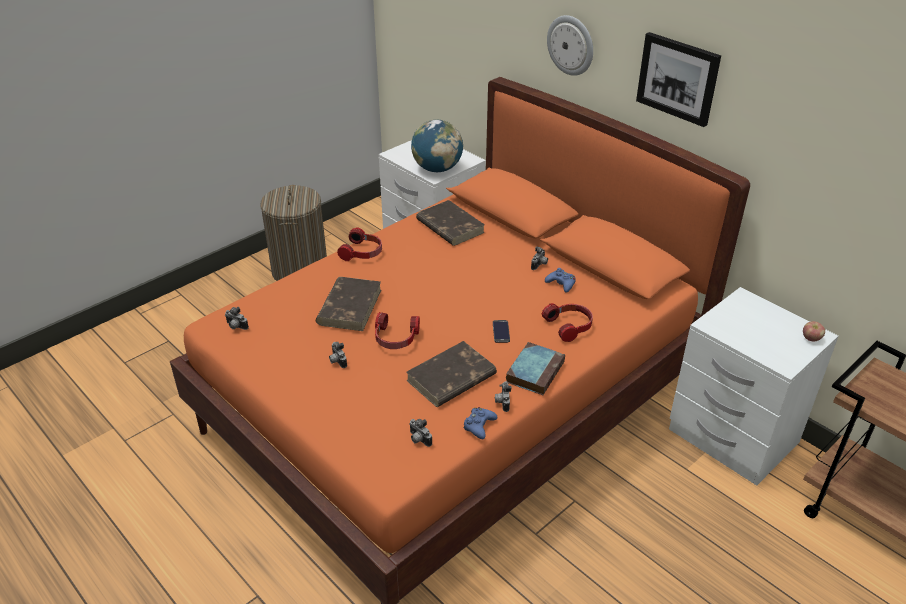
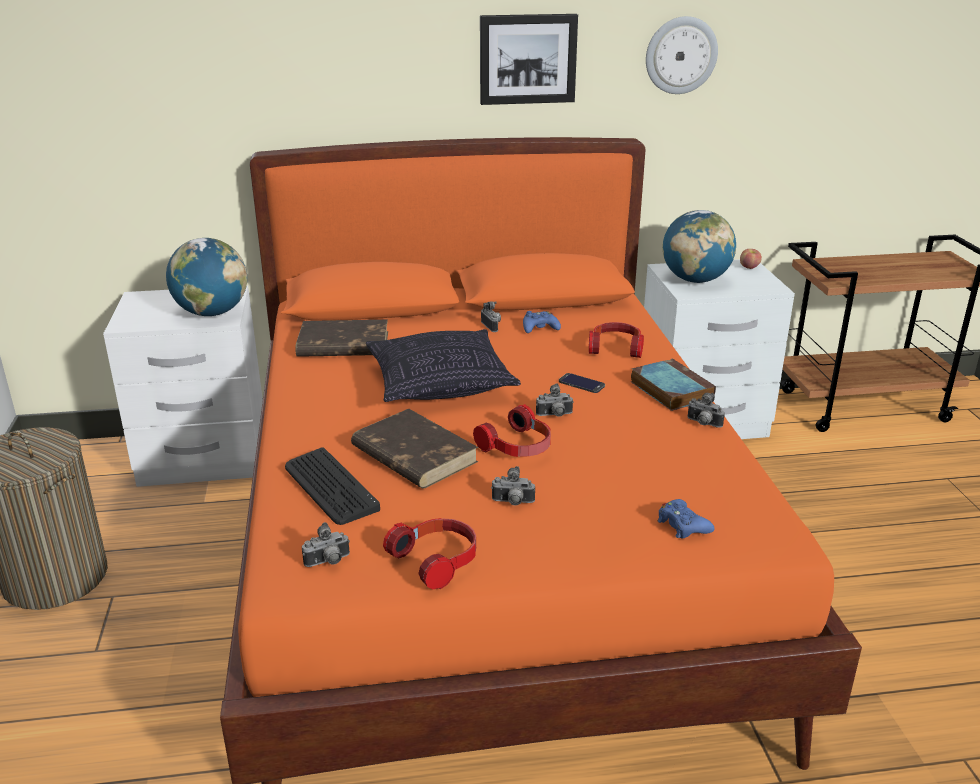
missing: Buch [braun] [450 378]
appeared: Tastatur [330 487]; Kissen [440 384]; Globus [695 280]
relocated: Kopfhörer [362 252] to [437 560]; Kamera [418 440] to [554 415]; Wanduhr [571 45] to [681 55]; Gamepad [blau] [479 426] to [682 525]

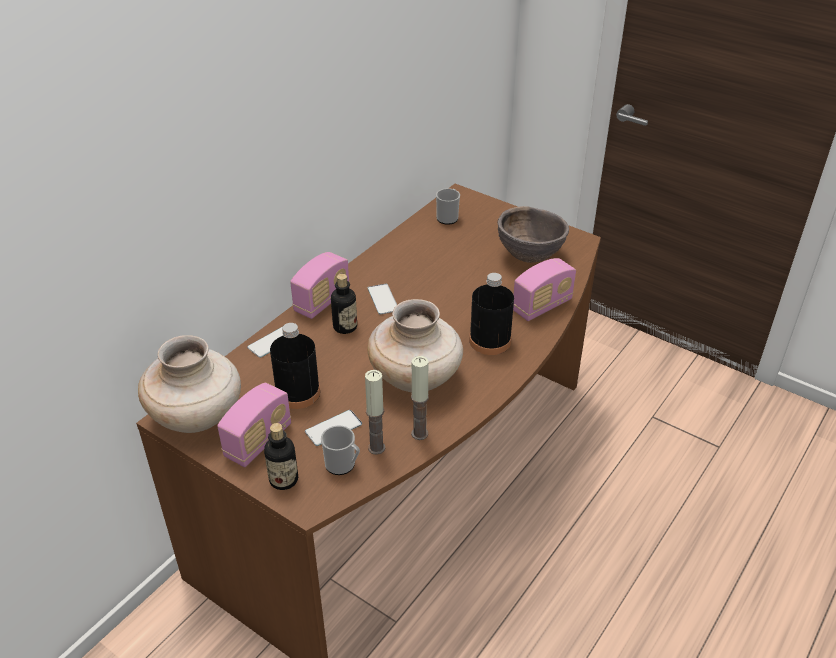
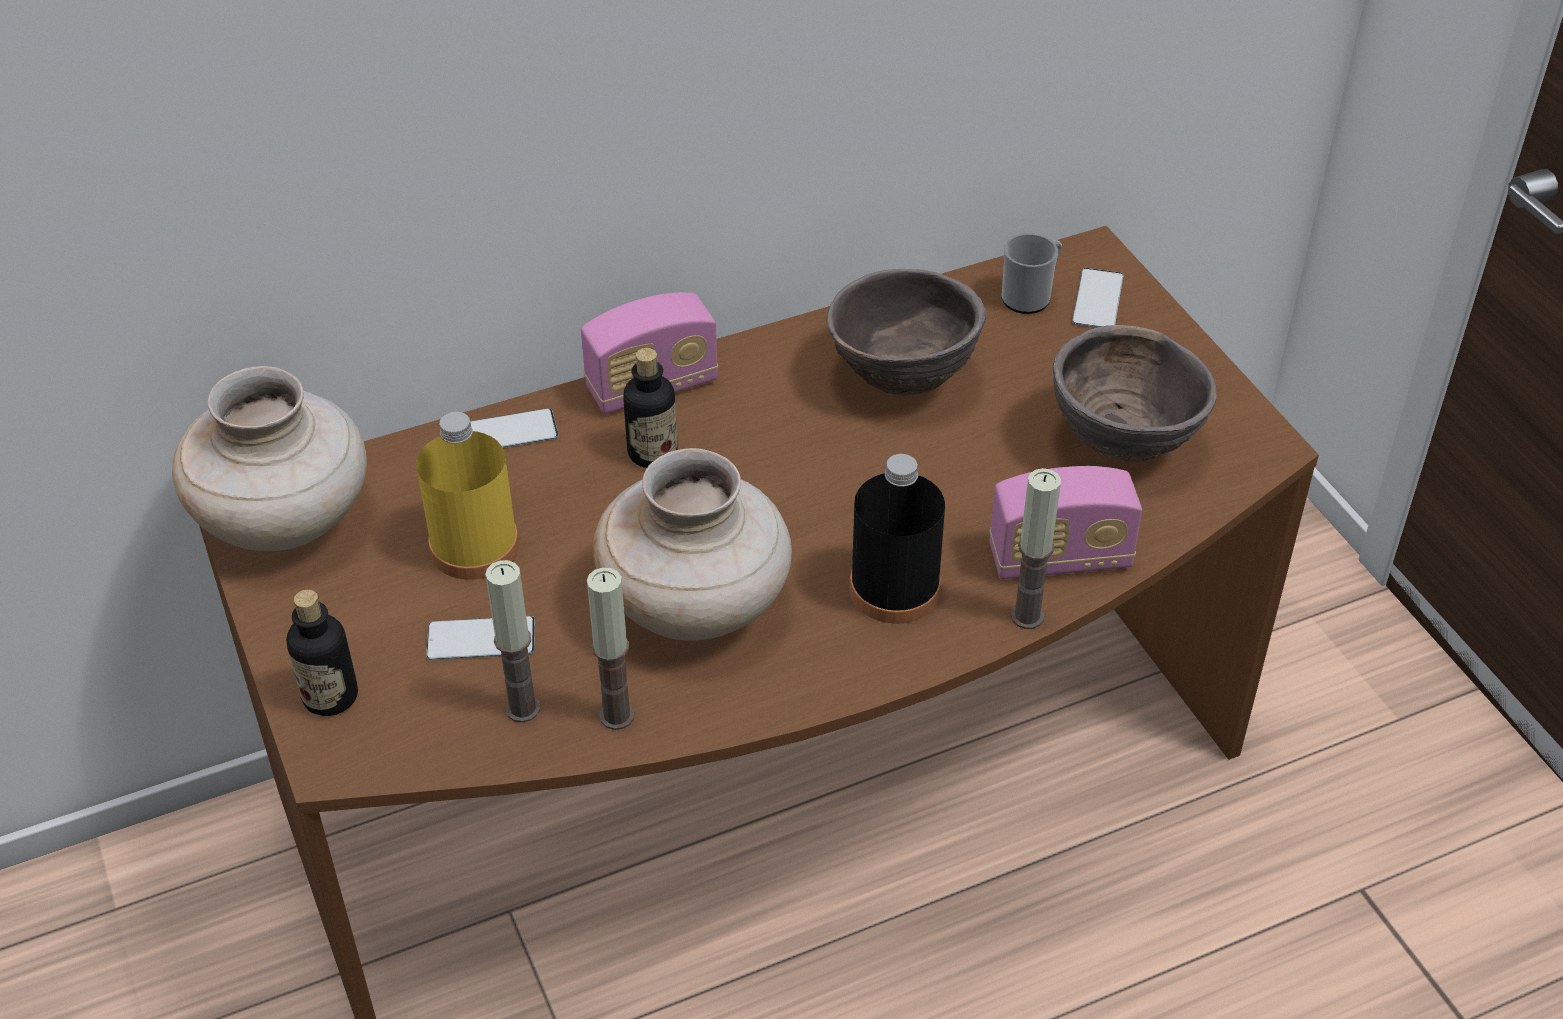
missing: Radio [258 441]; Henkelbecher [343 465]
appeared: Schüssel [braun] [902 380]; Kerze [1027 616]
relocated: Handy [383 299] to [1097 299]
colour: Flasche [schwarz] [297 393] to Flasche [gelb] [474 547]

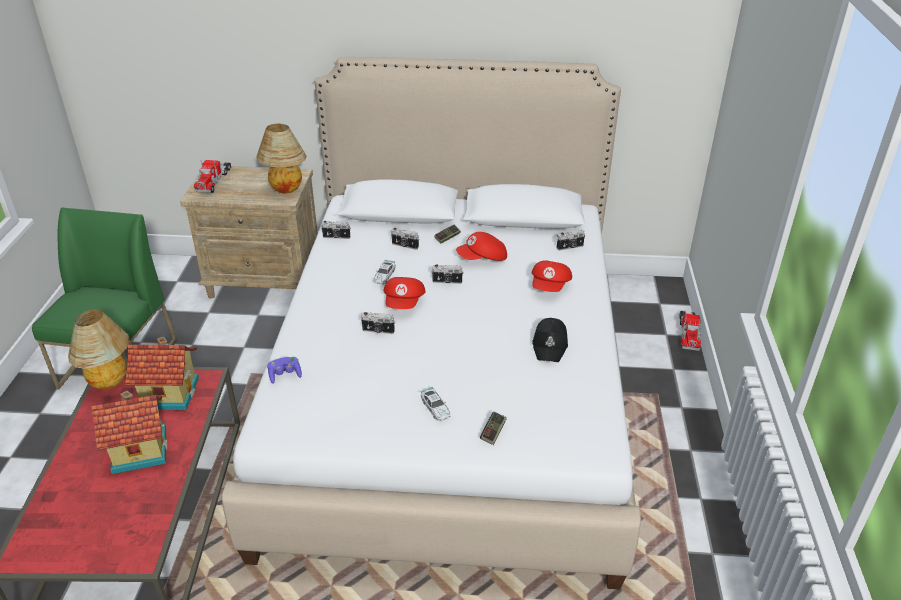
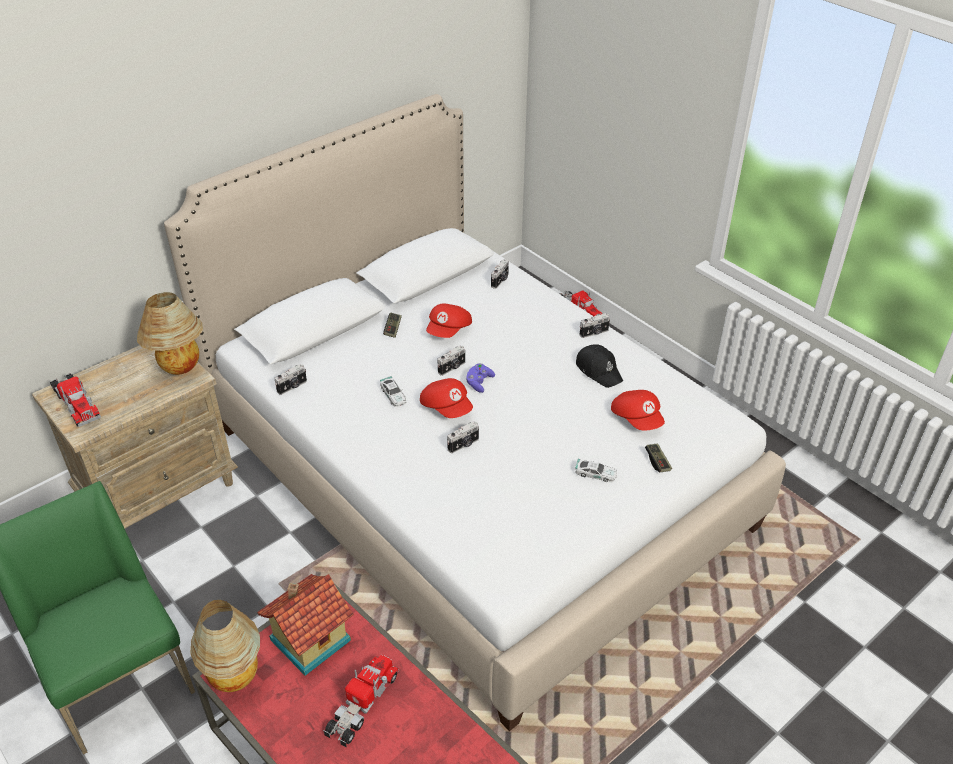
relocated: Gamepad [lila] [285 375] to [479 382]; Kamera [405 246] to [594 333]; Kappe [rot] [550 286] to [637 419]
exchanged: Spielzeughaus [139 449] to Spielzeuglaster [362 704]

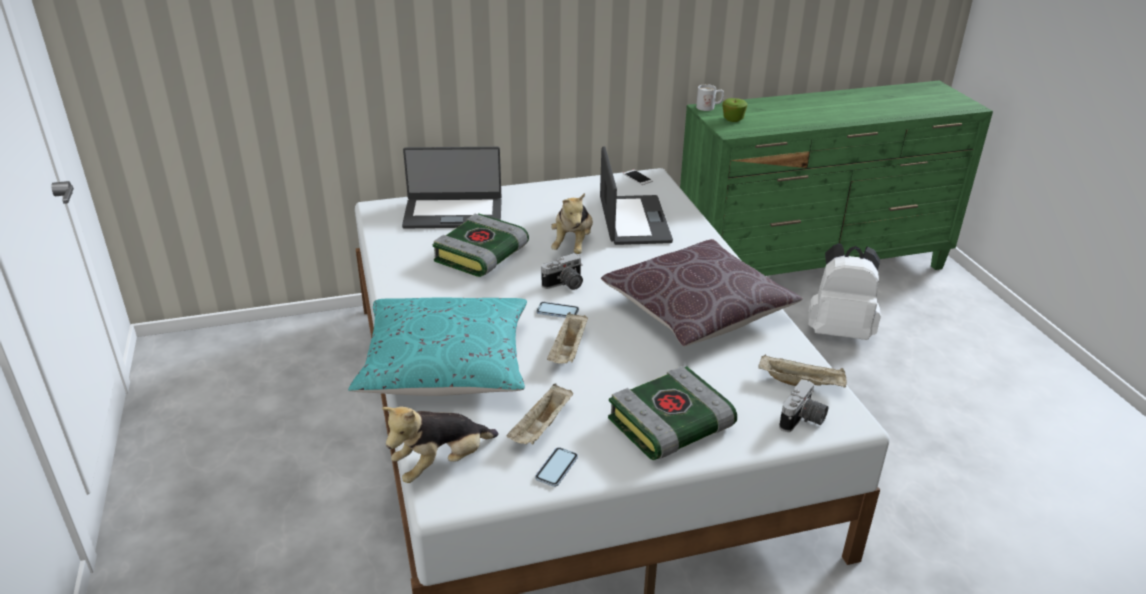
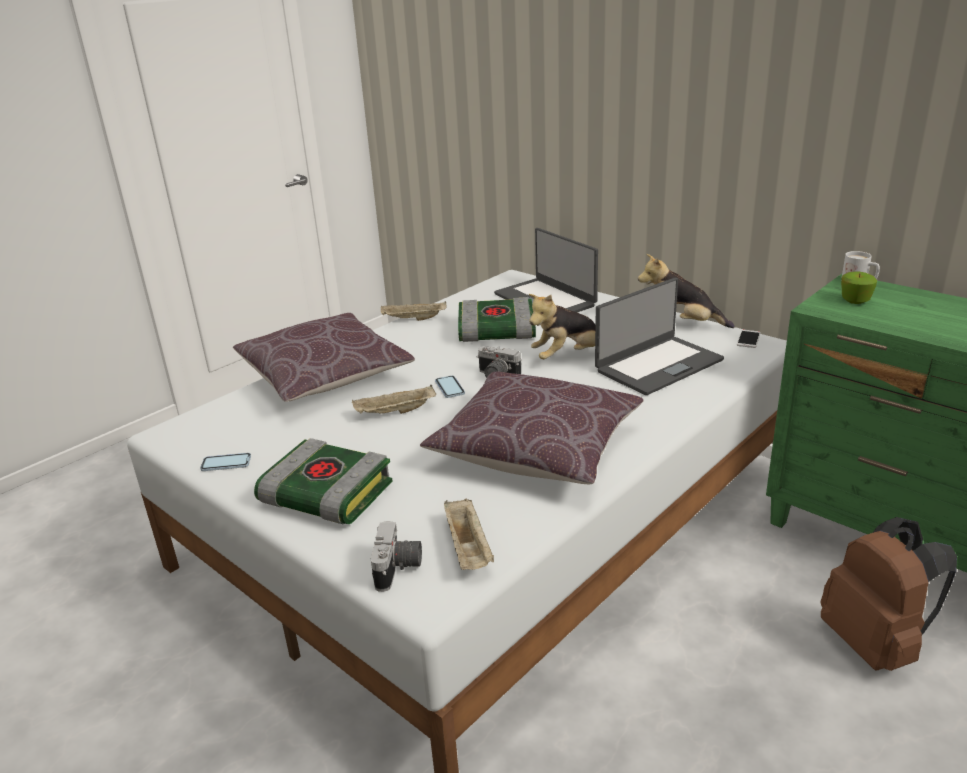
relocated: Tablett [beige] [541 428] to [413 319]; Plüschtier [442 464] to [681 324]
colour: Kissen [türkis] [445 365] to Kissen [braun] [324 376]; Rucksack [weiß] [839 331] to Rucksack [braun] [875 644]
spun: Kamera [803 420] = [398 569] 90 degrees counterclockwise

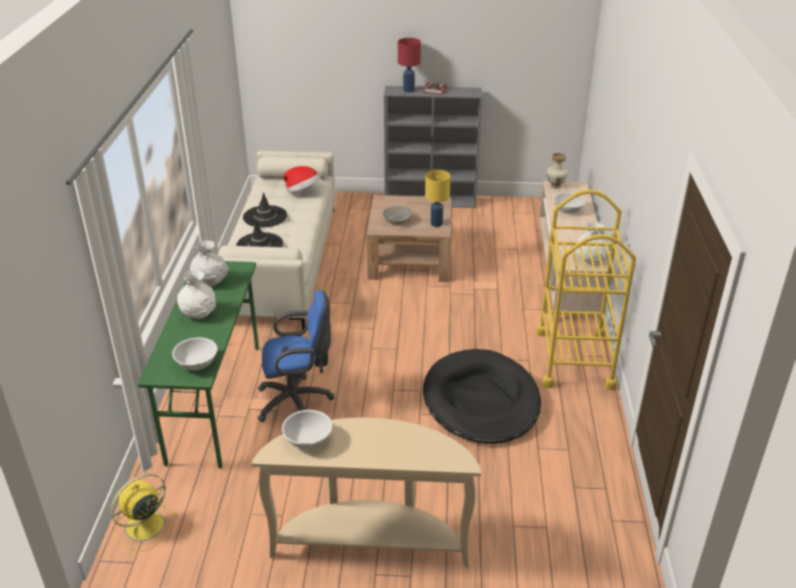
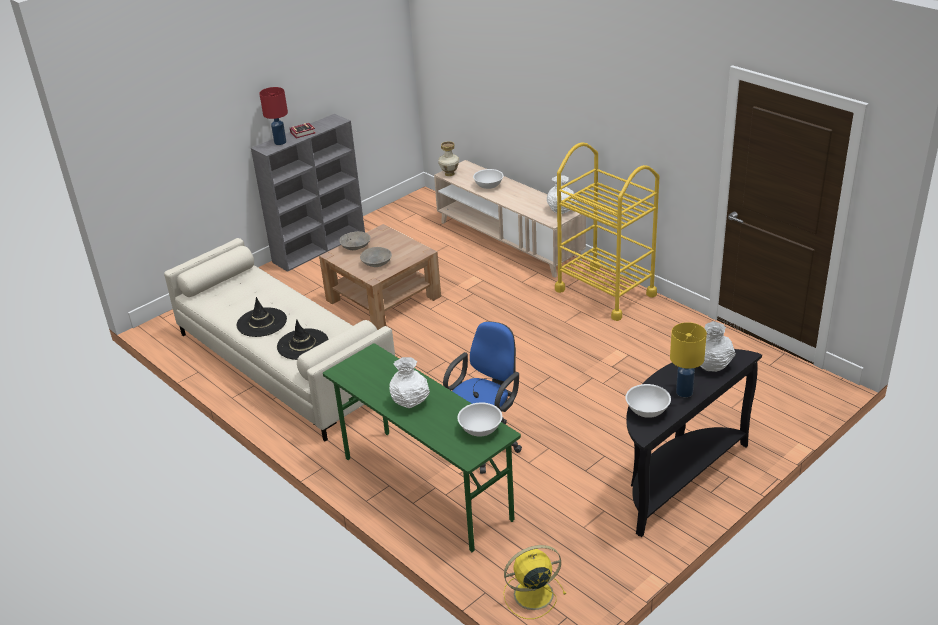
missing: Hut [303 192]; Hundebett [schwarz] [481 401]
appeared: Schüssel [grau] [356 246]
relocated: Tischlampe [gelb] [436 223] to [684 392]; Vase [weiß] [211 282] to [713 365]
colour: Konsolentisch [beige] [370 540] to Konsolentisch [schwarz] [677 478]
spun: Ventilator [gelb] [143 527] = [531 595] 75 degrees clockwise

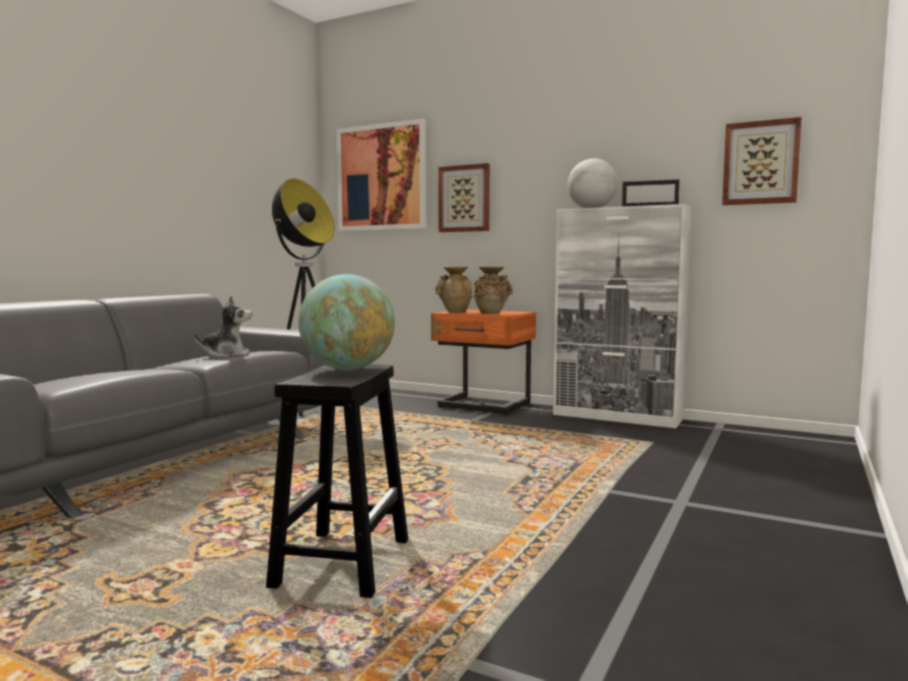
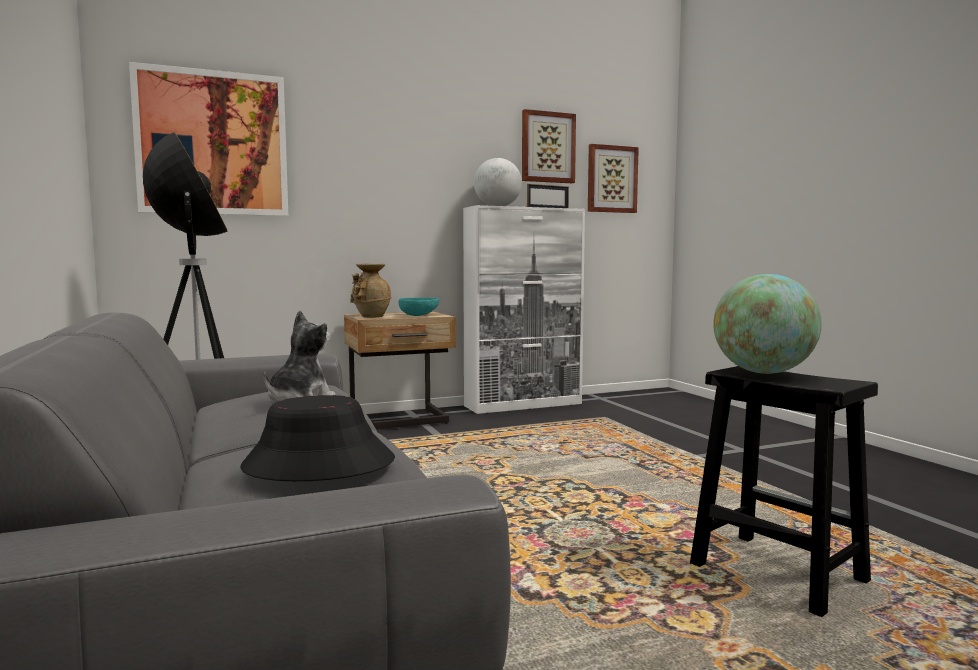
appeared: Hut [schwarz] [317 465]
relocated: Bild [464 198] to [547 147]
exchanged: Vase [beige] [491 313] to Schüssel [türkis] [419 315]
colour: Nachttisch [orange] [483 406] to Nachttisch [beige] [400 420]

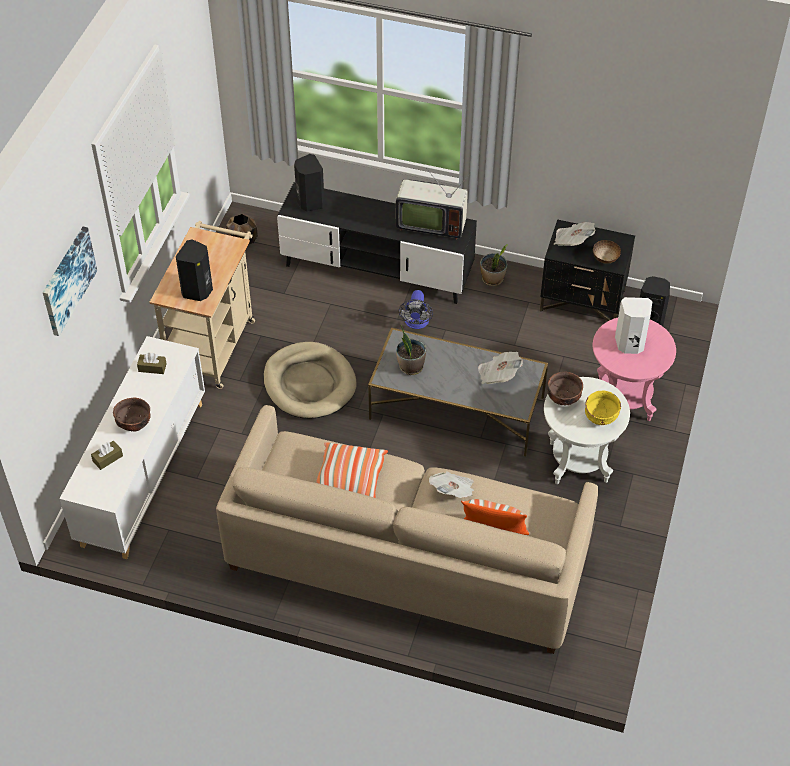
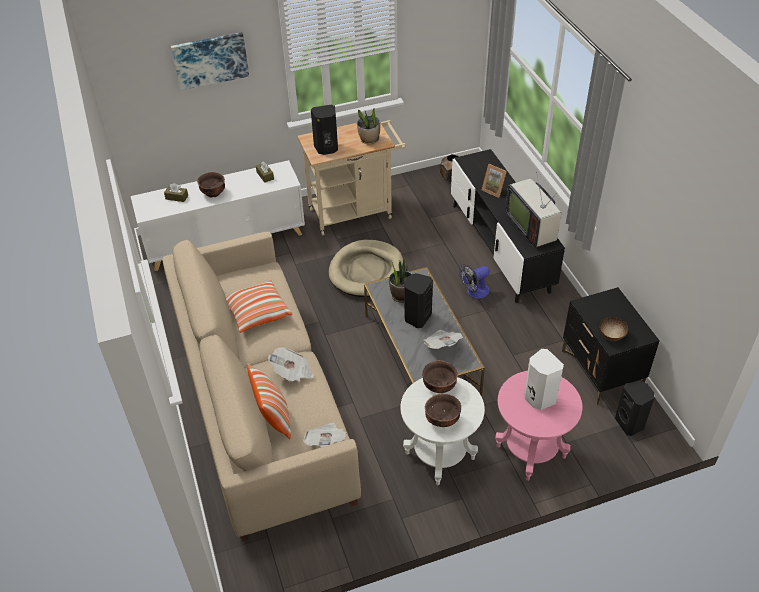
appeared: Bilderrahmen [494 190]
relocated: Zeitung [572 241] to [326 441]; Topfpflanze [492 279] to [369 139]; Lautsprecher [schwarz] [309 202] to [417 317]
colour: Schüssel [gelb] [601 418] to Schüssel [braun] [442 420]

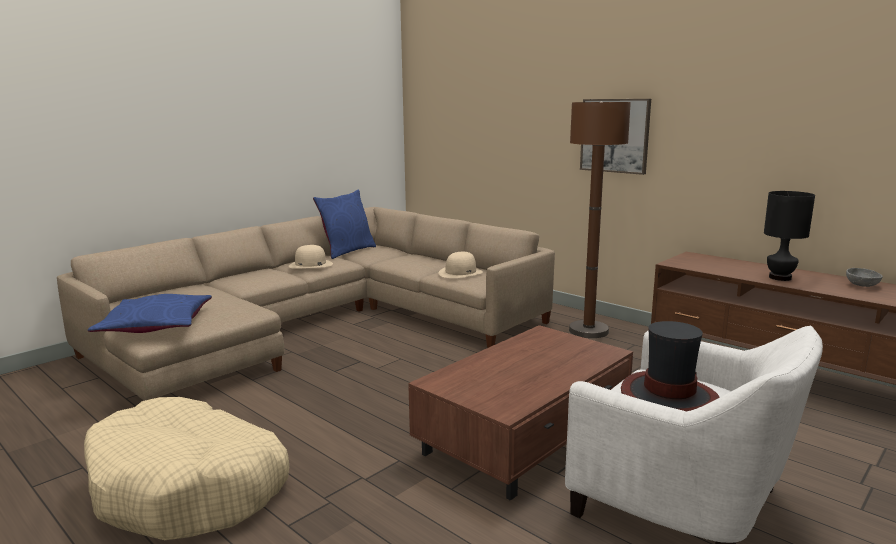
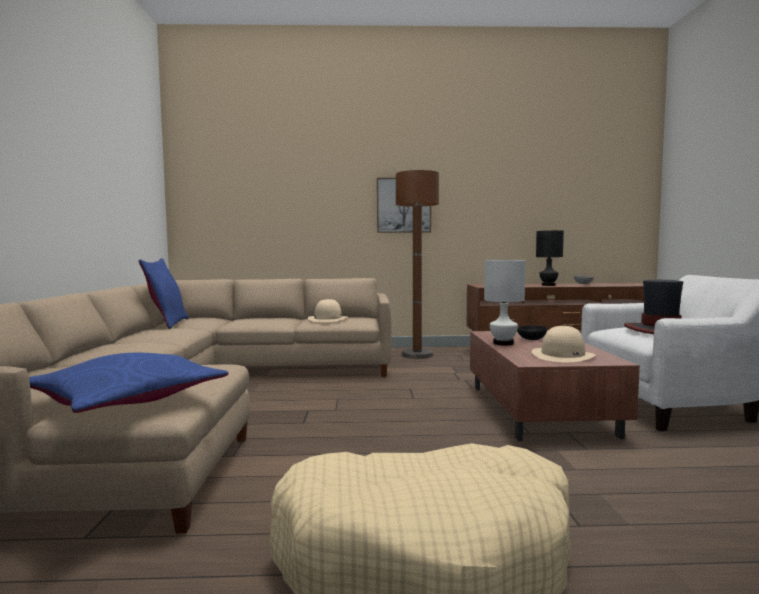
appeared: Tischlampe [weiß] [503 343]; Schüssel [schwarz] [531 339]
relocated: Hut [beige] [310 265] to [563 355]

